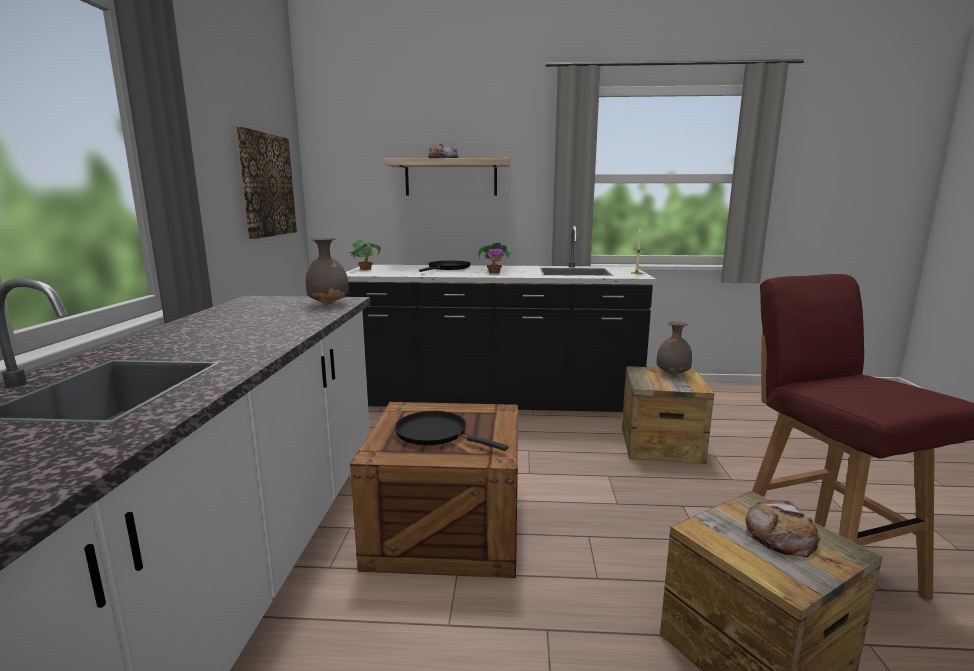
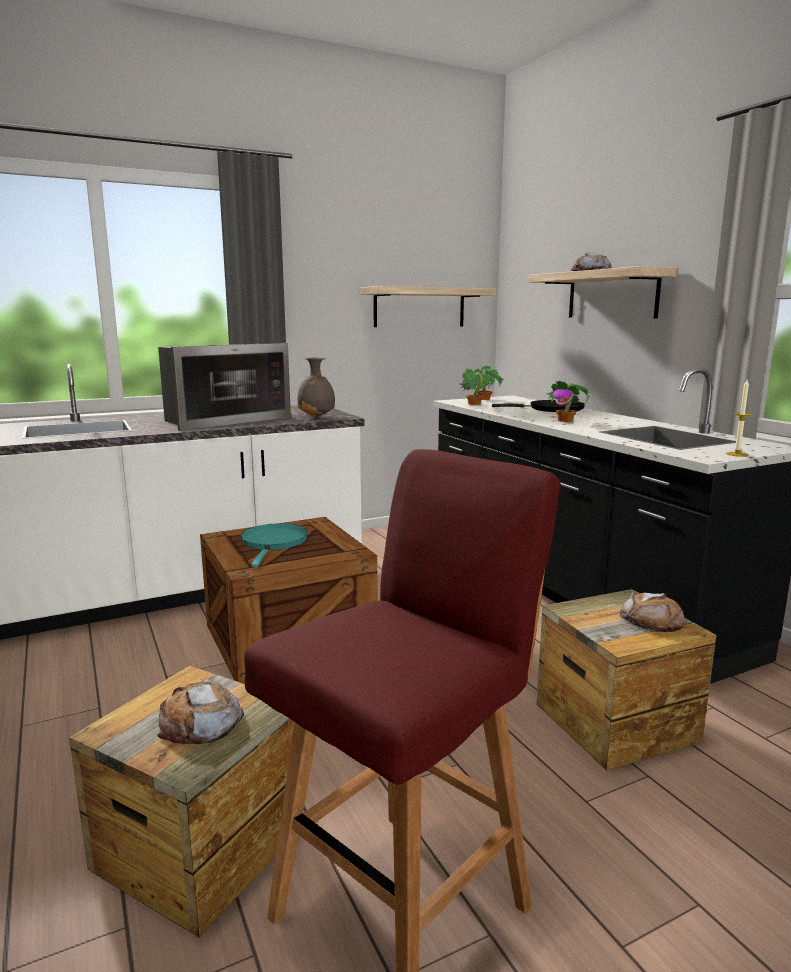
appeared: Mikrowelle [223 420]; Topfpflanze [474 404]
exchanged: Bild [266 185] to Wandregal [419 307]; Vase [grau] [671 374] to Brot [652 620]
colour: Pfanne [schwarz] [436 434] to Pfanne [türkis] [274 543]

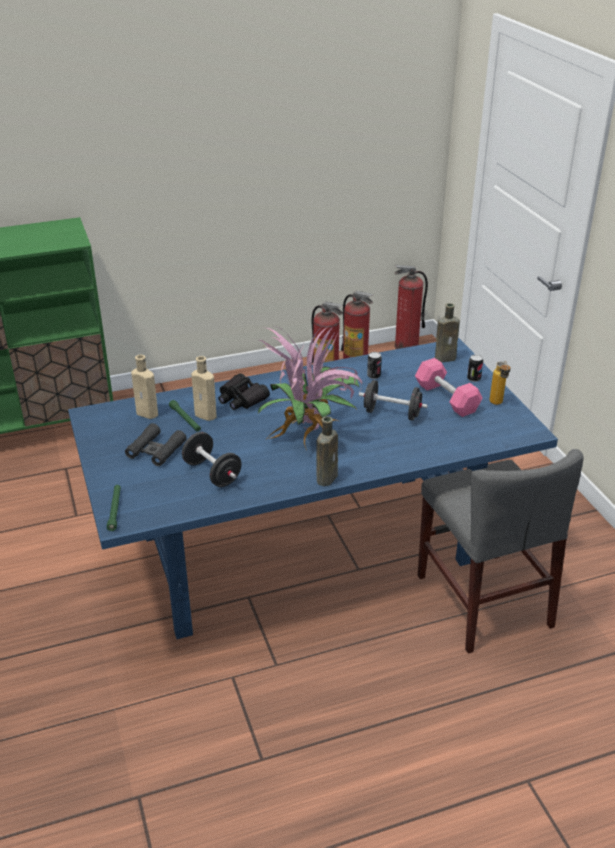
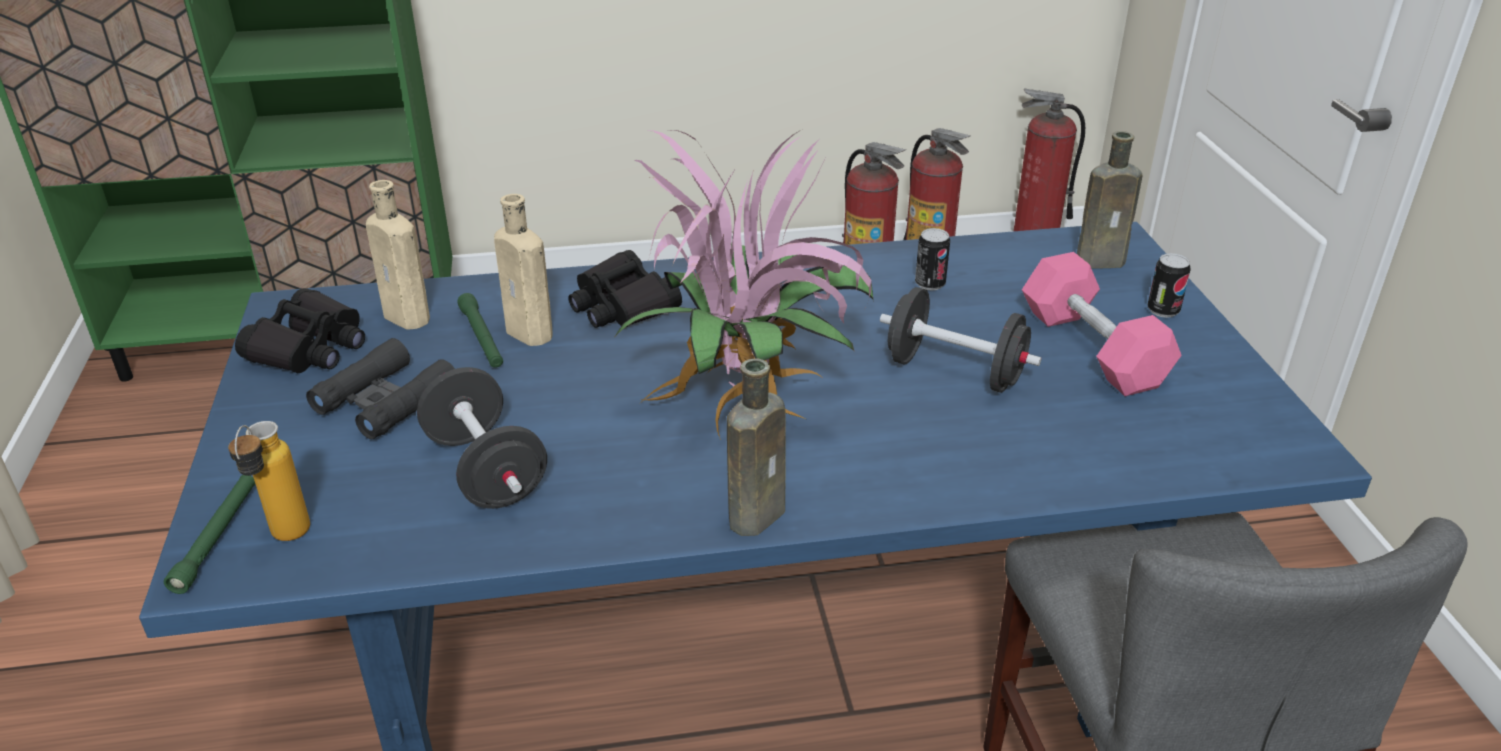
appeared: Fernglas [schwarz] [310 348]
relocated: Flasche [497 404] to [285 541]

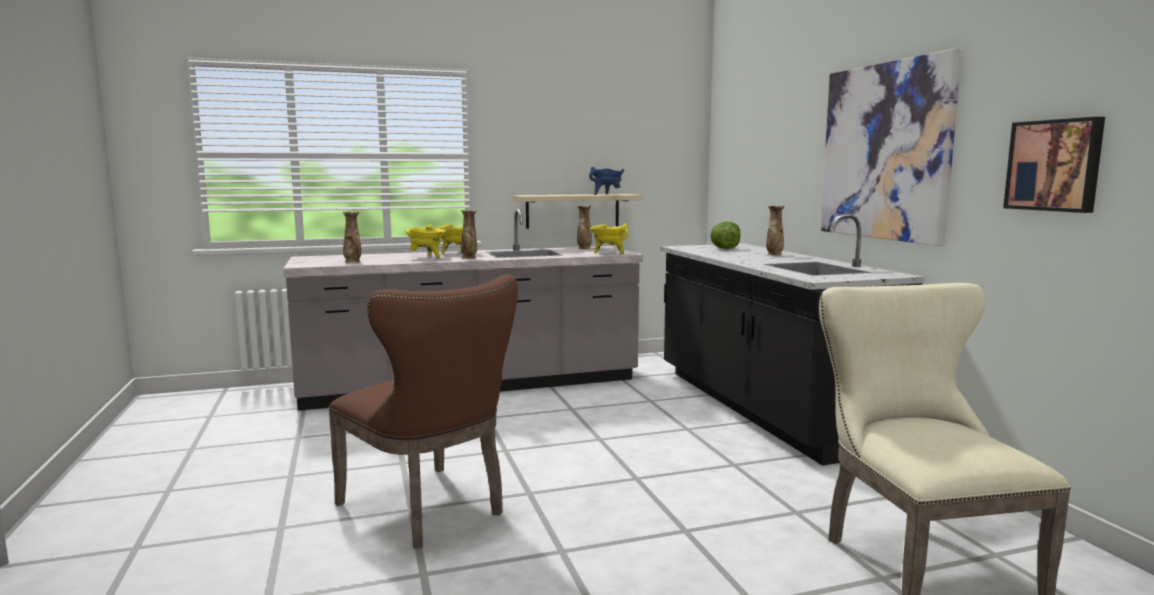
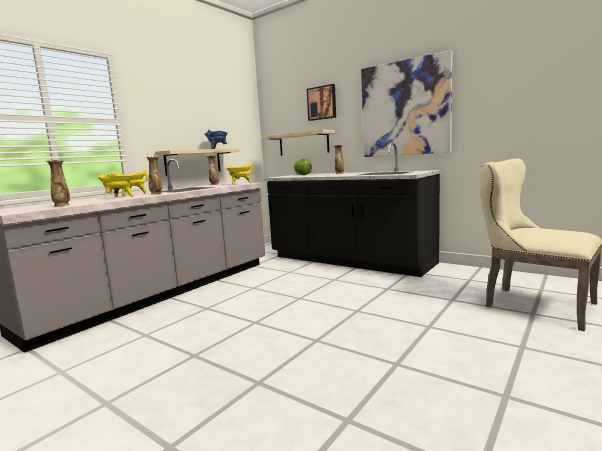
missing: Stuhl [braun] [430 510]
appeared: Wandregal [beige] [303 143]
relocated: Bild [1055 165] to [322 103]

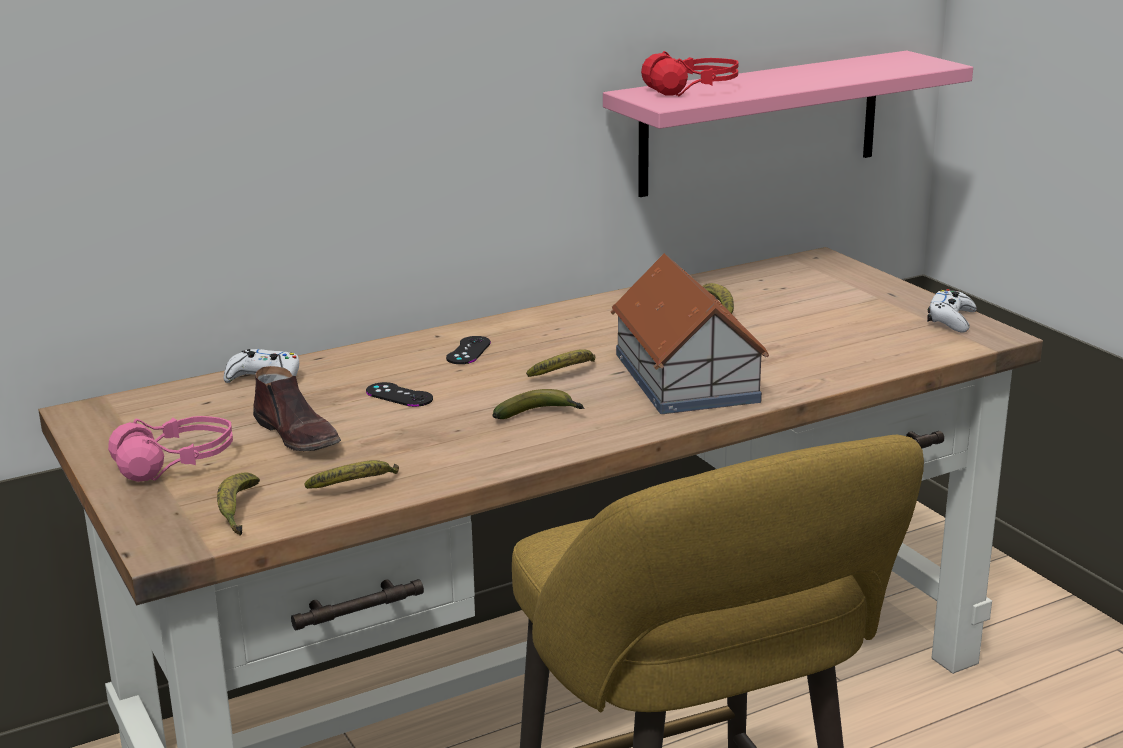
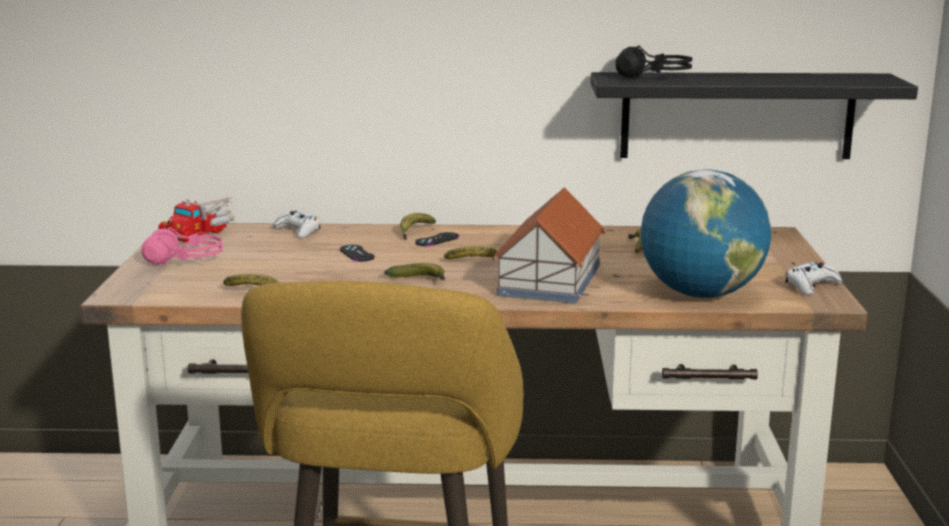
missing: Schuh [braun] [298 435]
appeared: Spielzeuglaster [201 231]; Globus [701 295]
relocated: Banane [238 511] to [414 232]
colour: Wandregal [rosa] [760 123] to Wandregal [schwarz] [737 115]; Kopfhörer [rot] [692 90] to Kopfhörer [schwarz] [653 77]

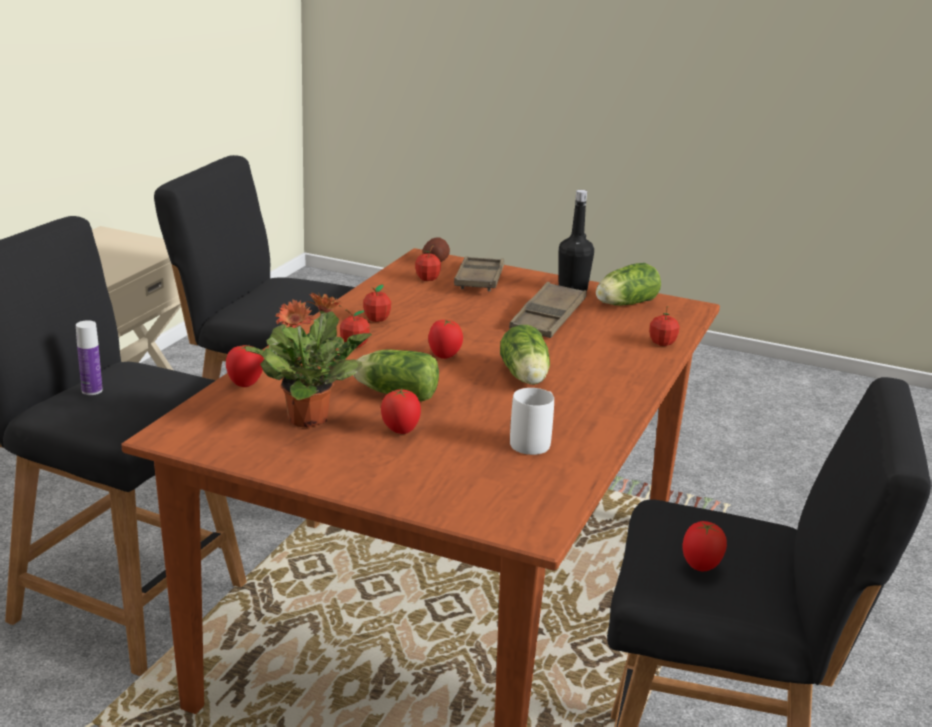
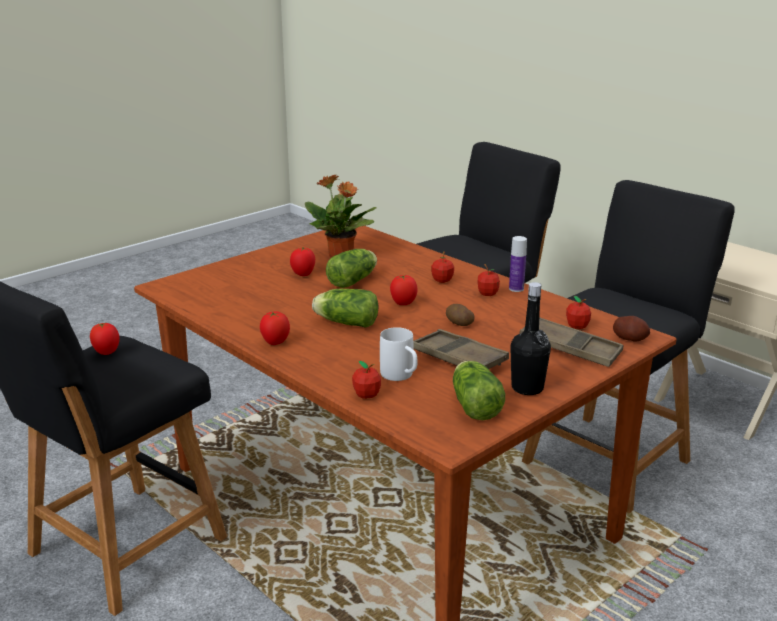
appeared: Kartoffel [458 323]
relocated: Tomate [245 384] to [275 343]; Henkelbecher [weiß] [534 441] to [401 376]; Flasche [92 390] to [516 289]

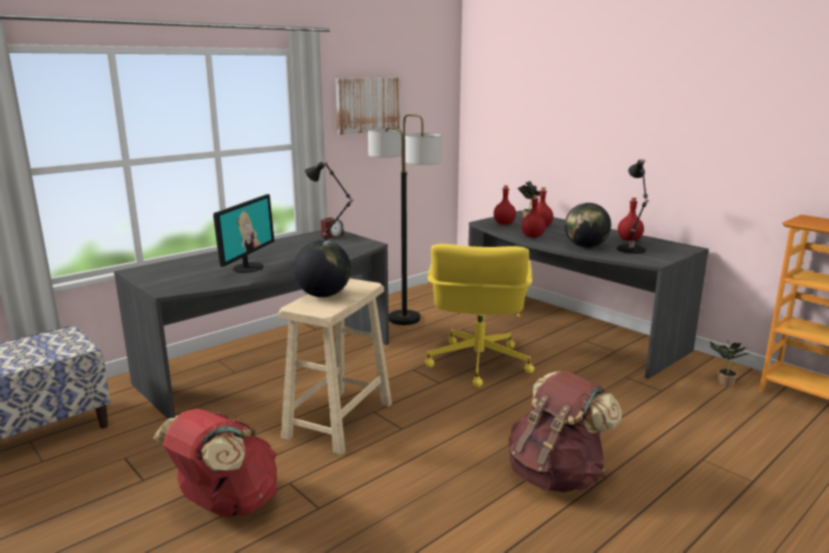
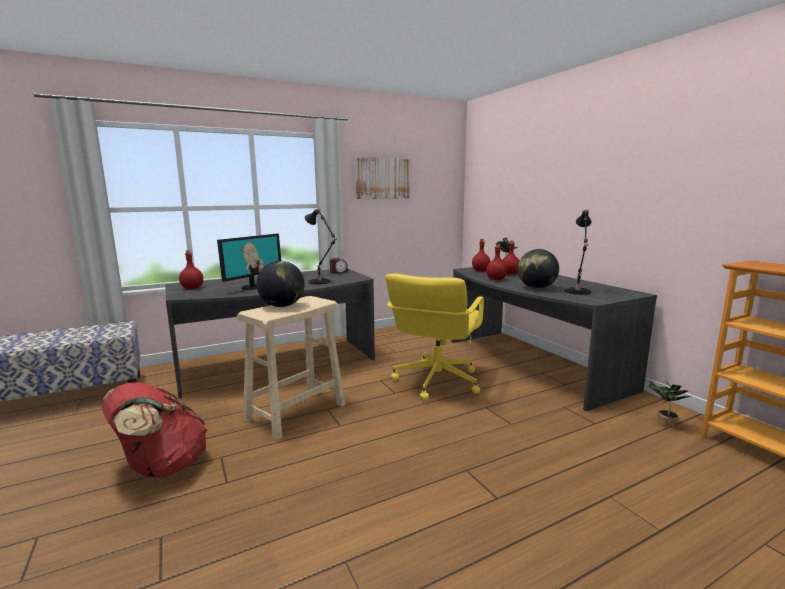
missing: Stehlampe [404 318]; Rucksack [braun] [556 475]
relocated: Flasche [rot] [629 240] to [192 288]

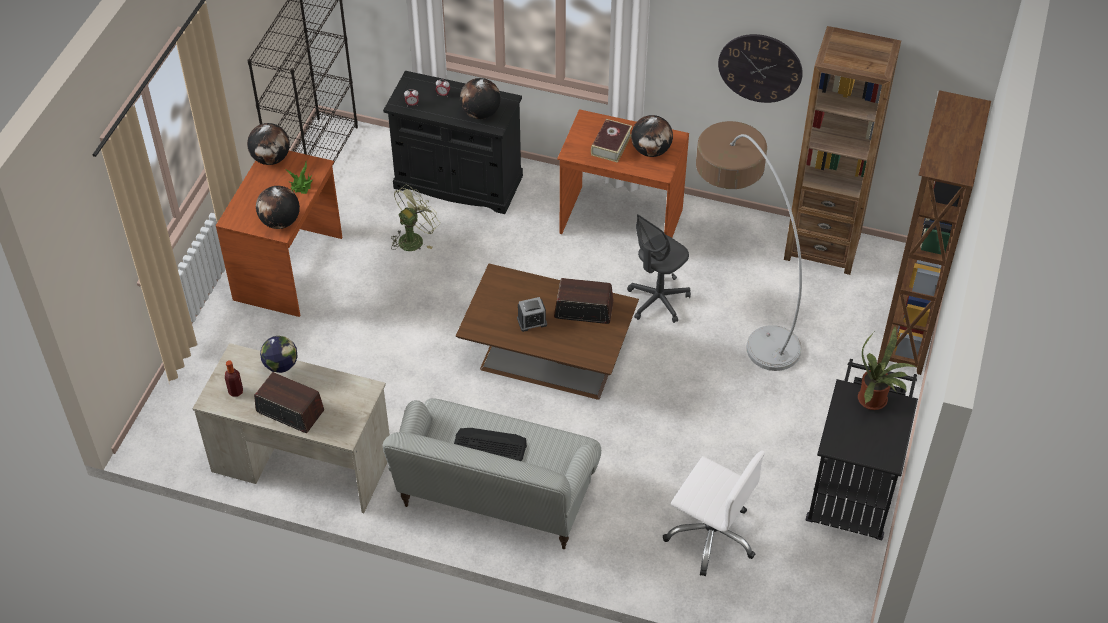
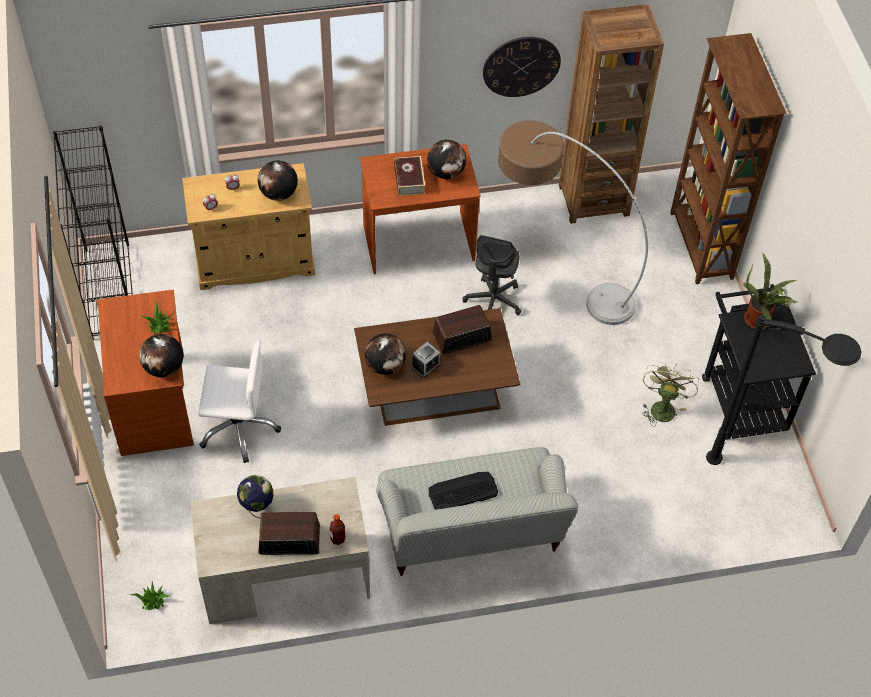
appeared: Topfpflanze [152 600]; Stehlampe [schwarz] [761 481]
relocated: Bürostuhl [weiß] [711 536] to [238 427]; Flasche [236 391] to [338 539]; Globus [271 159] to [385 365]; Ventilator [grün] [414 238] to [662 406]
colour: Schrank [schwarz] [458 182] to Schrank [beige] [255 262]

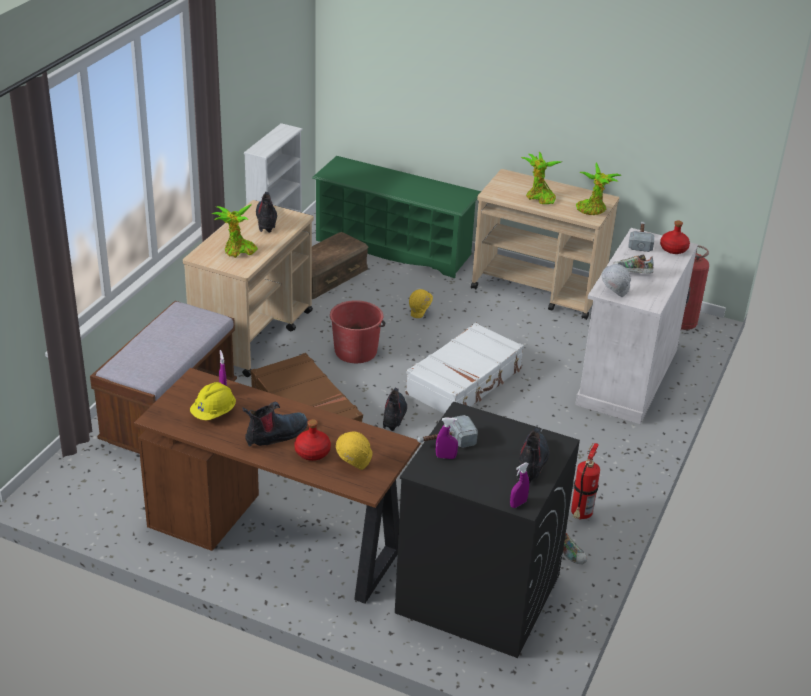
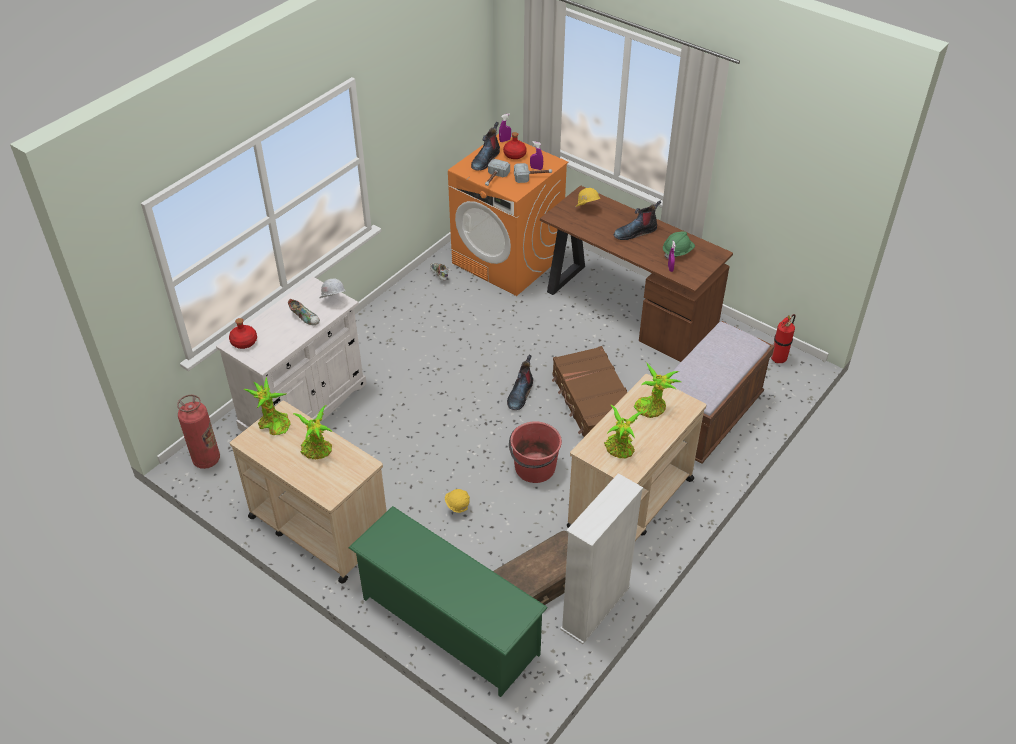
missing: Koffer [weiß] [465 382]
relocated: Hammer [640 240] to [494 179]; Flasche [rot] [312 452] to [514 155]; Feuerlöscher [580 516] to [779 358]
exchanged: Stiefel [266 221] to Topfpflanze [620 449]
colour: Waschmaschine [schwarz] [477 593] to Waschmaschine [orange] [508 260]; Schutzhelm [gelb] [214 413] to Schutzhelm [grün] [677 252]

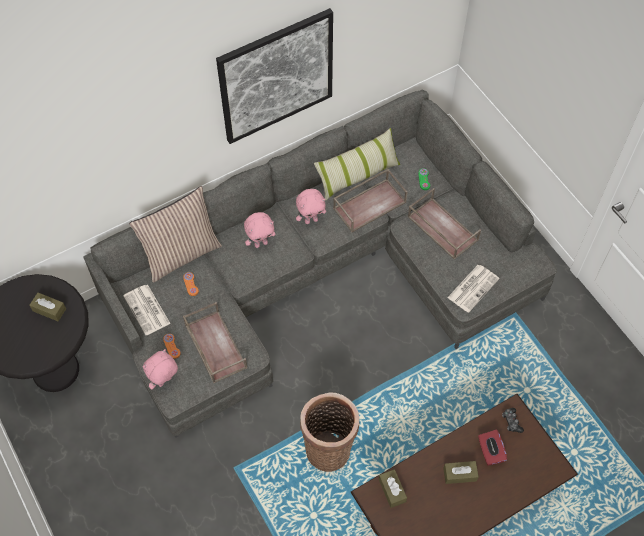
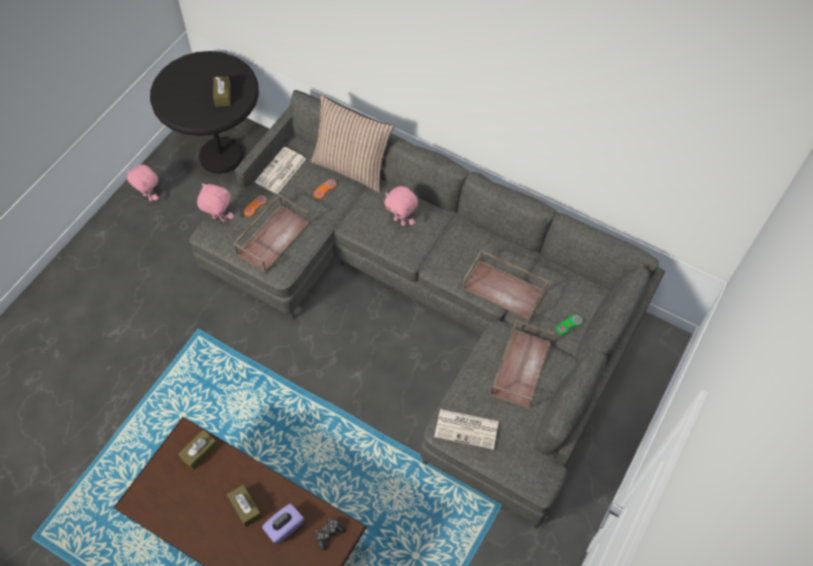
missing: Bild [276 76]; Korb [329 448]; Kissen [357 175]
relocated: Plüschtier [rosa] [311 220] to [150 197]
colour: Taschentuchbox [rot] [490 452] to Taschentuchbox [lila] [284 527]

